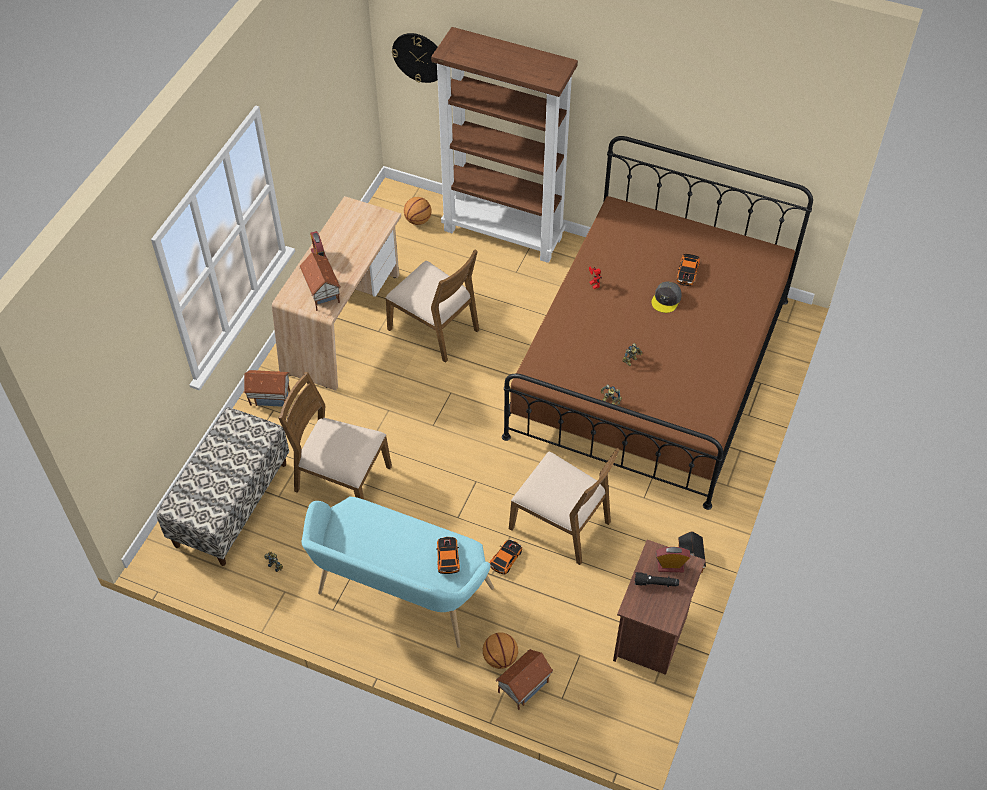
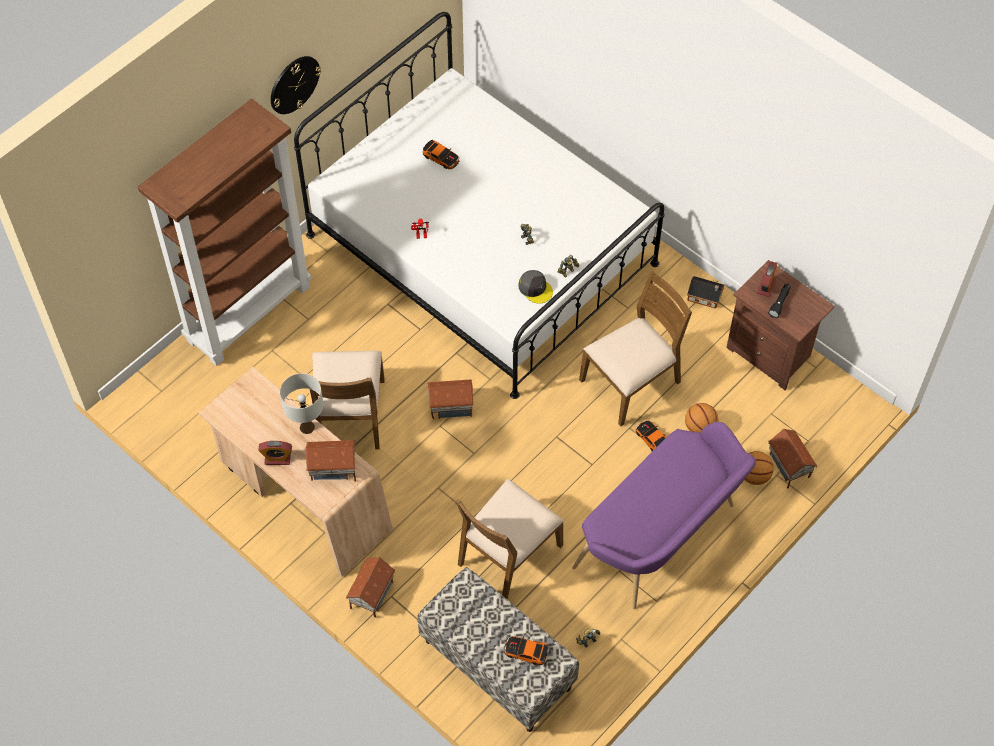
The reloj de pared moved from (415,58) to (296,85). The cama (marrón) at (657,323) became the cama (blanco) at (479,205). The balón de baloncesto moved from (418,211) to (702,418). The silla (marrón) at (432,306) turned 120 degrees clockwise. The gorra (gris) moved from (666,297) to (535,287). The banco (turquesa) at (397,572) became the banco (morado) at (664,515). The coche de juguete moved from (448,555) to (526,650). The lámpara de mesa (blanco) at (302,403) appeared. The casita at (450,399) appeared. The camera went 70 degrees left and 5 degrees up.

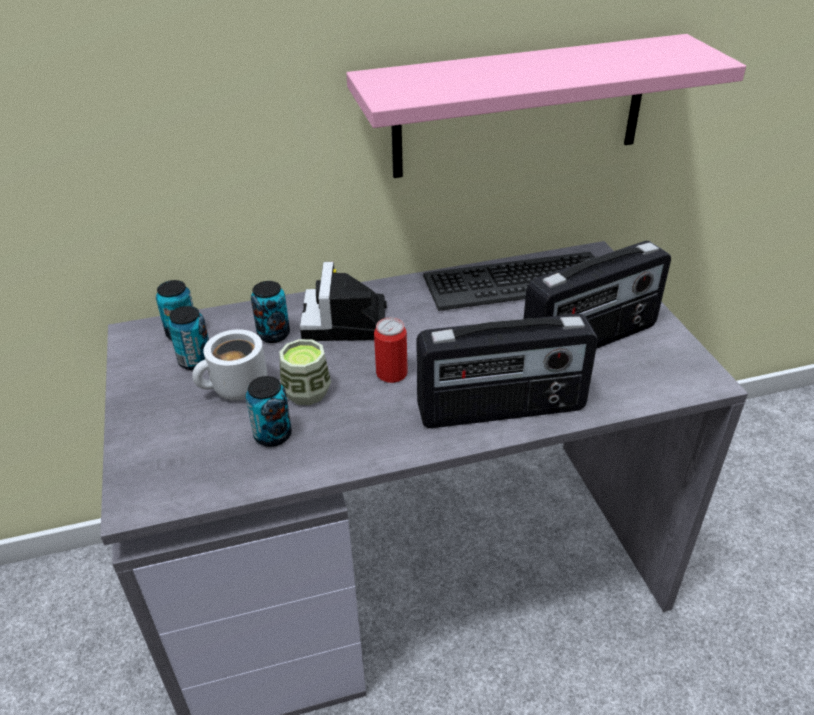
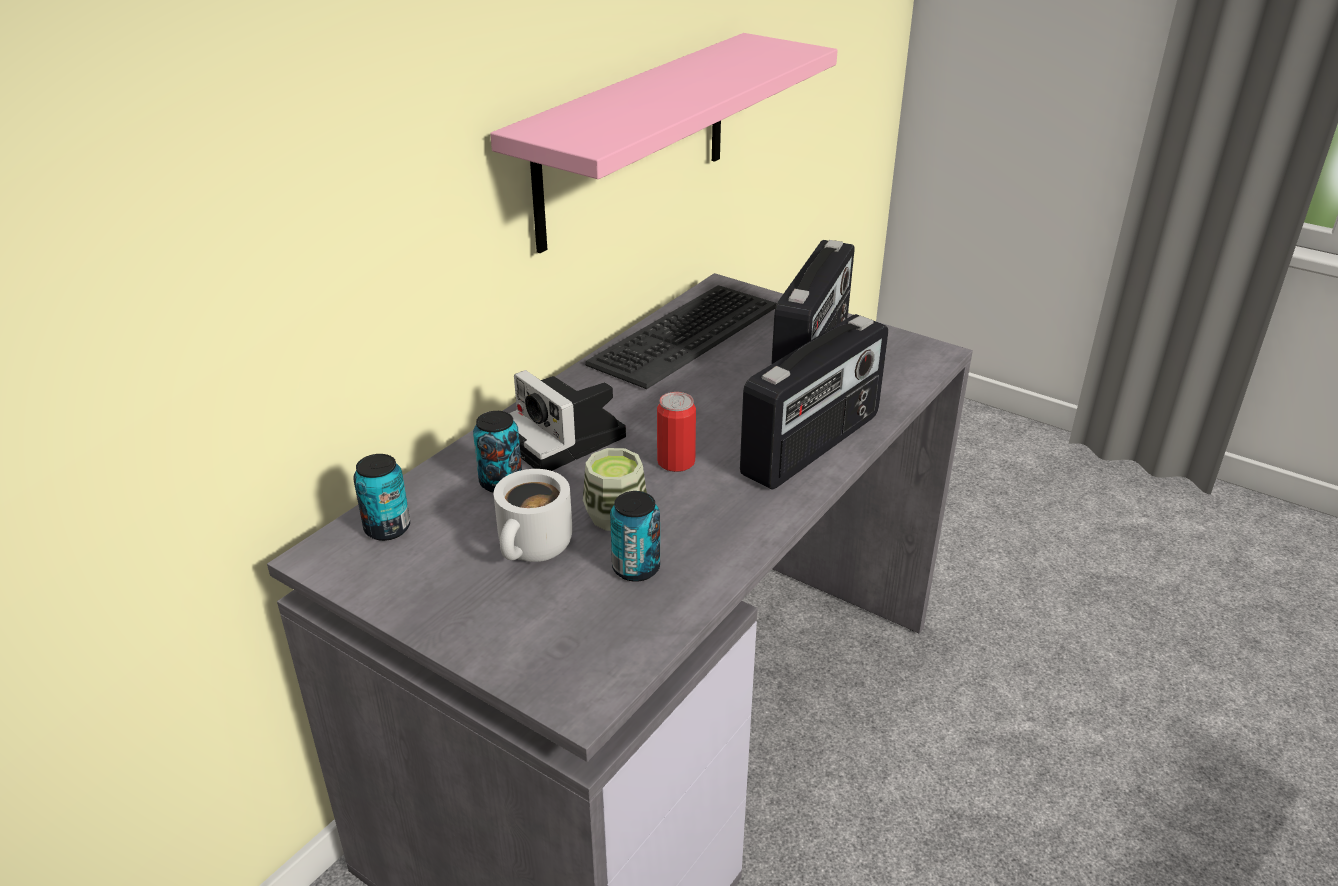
The lata at (188,338) disappeared. The camera went 40 degrees left and 5 degrees down.

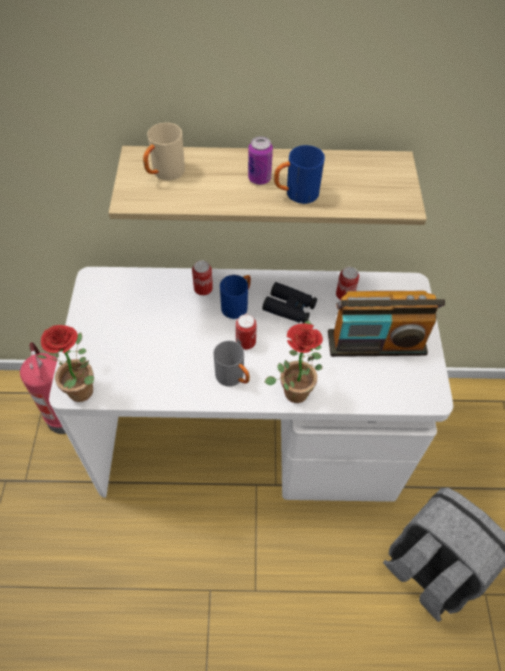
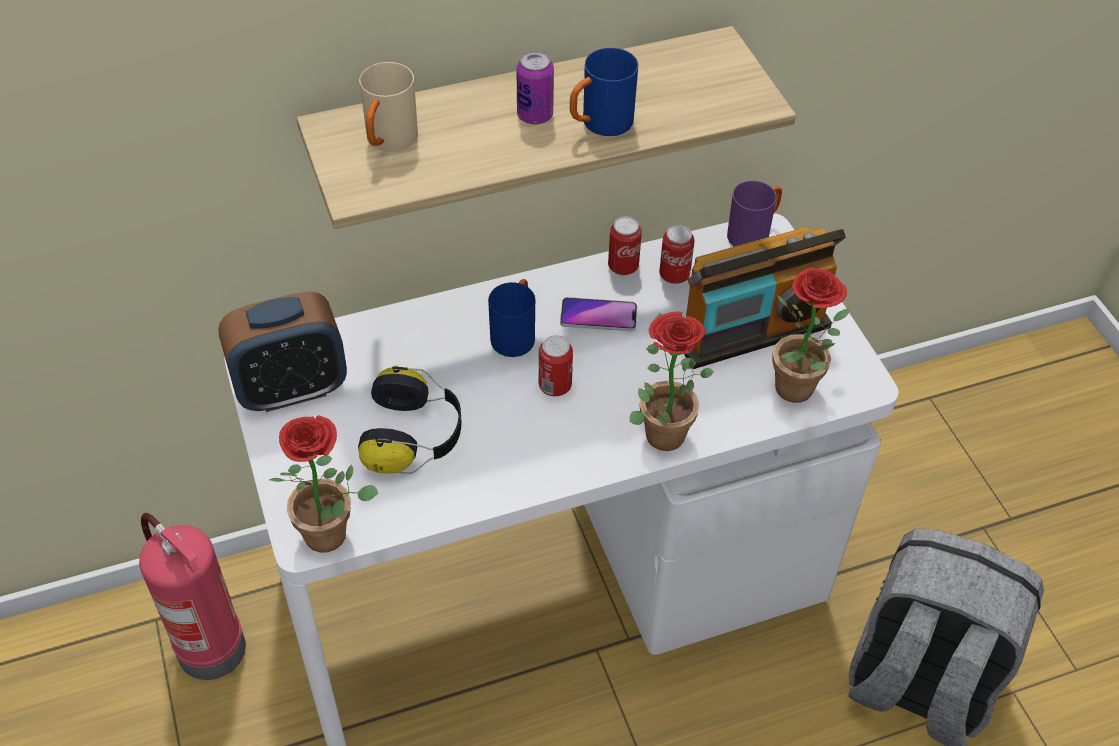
The lata moved from (202,278) to (625,246). The prismáticos (negro) at (289,303) was replaced by the móvil at (598,314). The taza grande (gris) at (232,363) disappeared. The taza grande (morado) at (754,214) appeared. The planta en maceta at (810,335) appeared. The despertador at (282,351) appeared. The auriculares at (410,420) appeared. The camera went 20 degrees left and 5 degrees down.

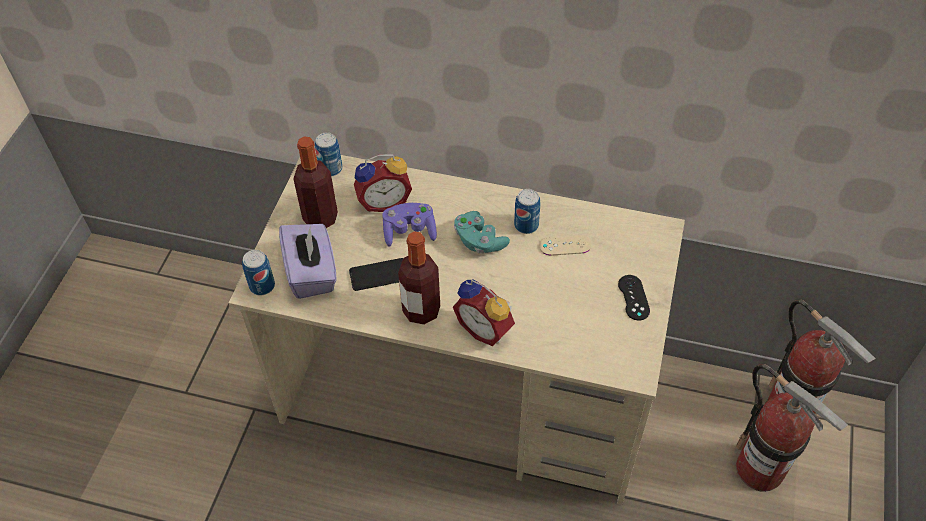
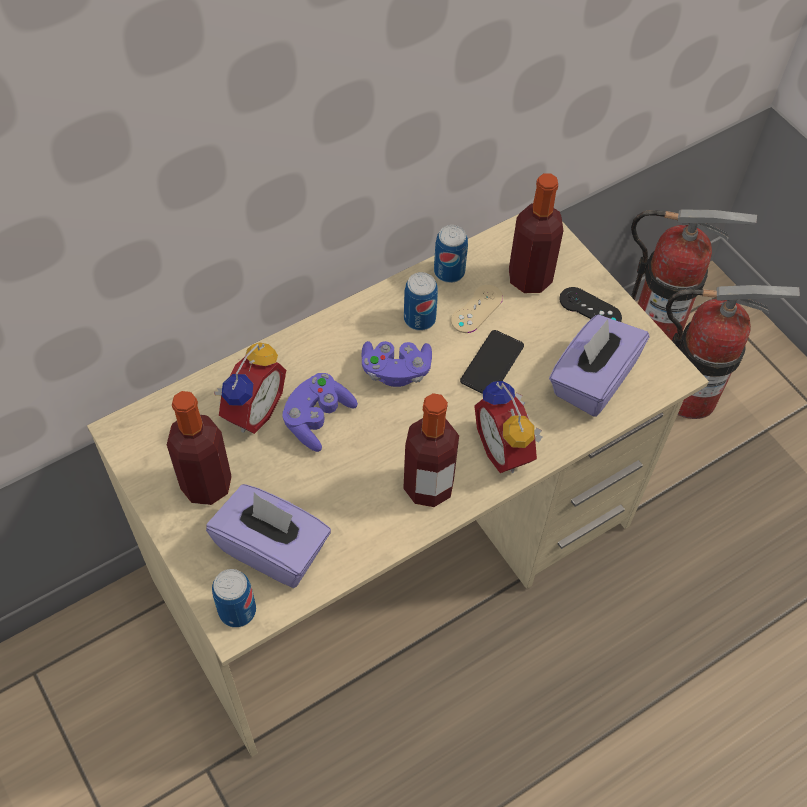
The lata moved from (329,155) to (451,254). The mando de consola (turquesa) at (482,232) became the mando de consola (morado) at (397,364). The móvil moved from (376,274) to (492,362). The despertador at (484,313) turned 75 degrees clockwise. The botella at (536,233) appeared. The caja de pañuelos (morado) at (599,365) appeared. The camera went 50 degrees left and 5 degrees up.

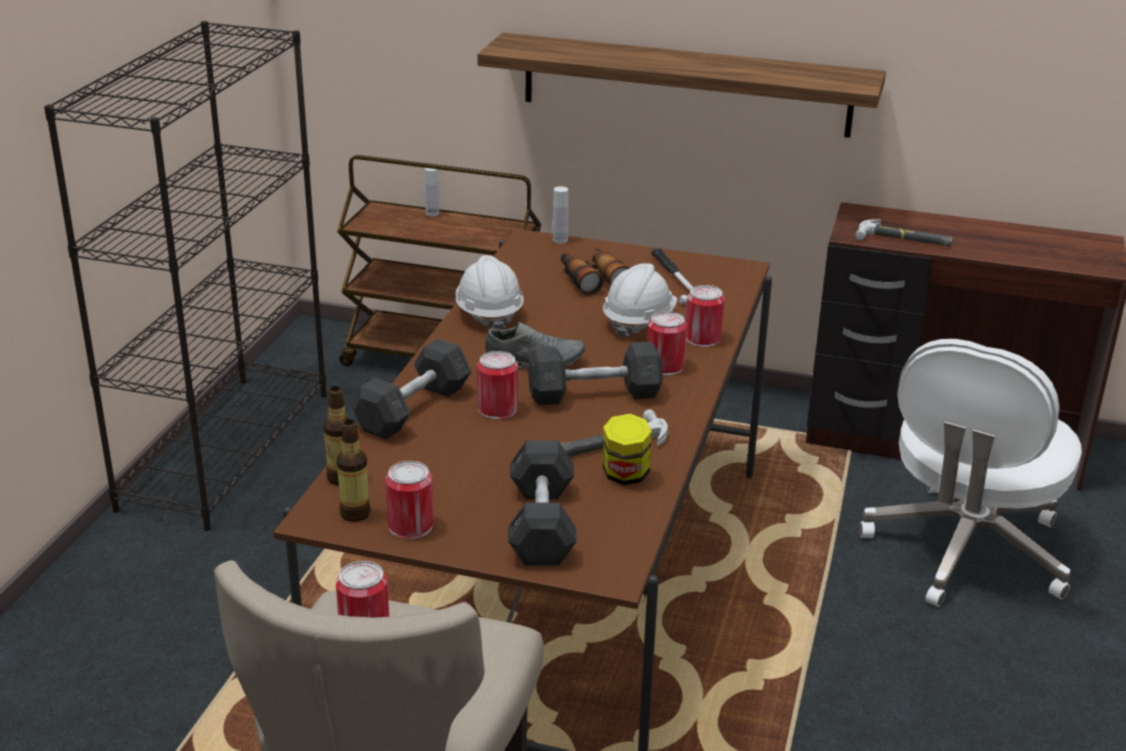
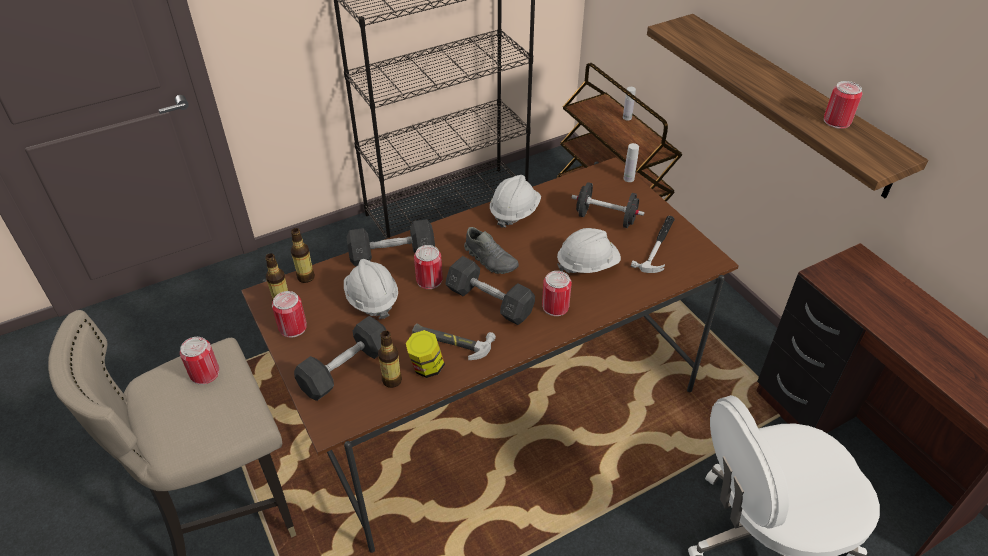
The martillo at (904,233) disappeared. The prismáticos at (595,272) was replaced by the mancuerna (negro) at (608,205). The lata moved from (705,316) to (843,105). The casco (blanco) at (371,289) appeared. The botella at (390,359) appeared. The camera went 45 degrees right and 15 degrees up.

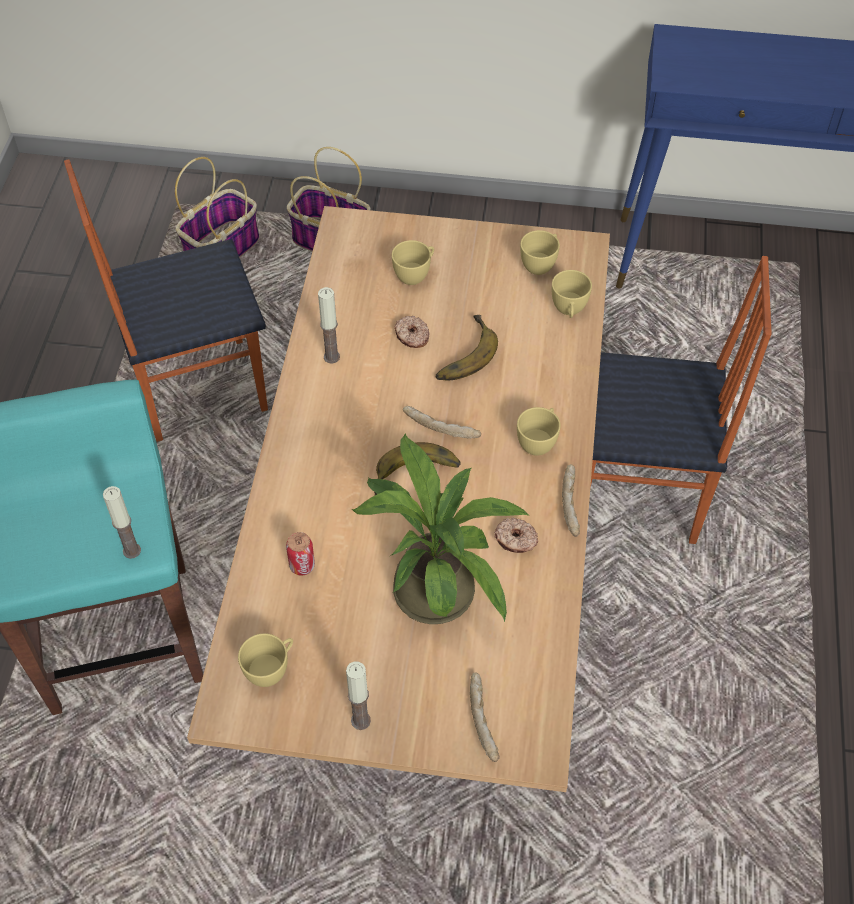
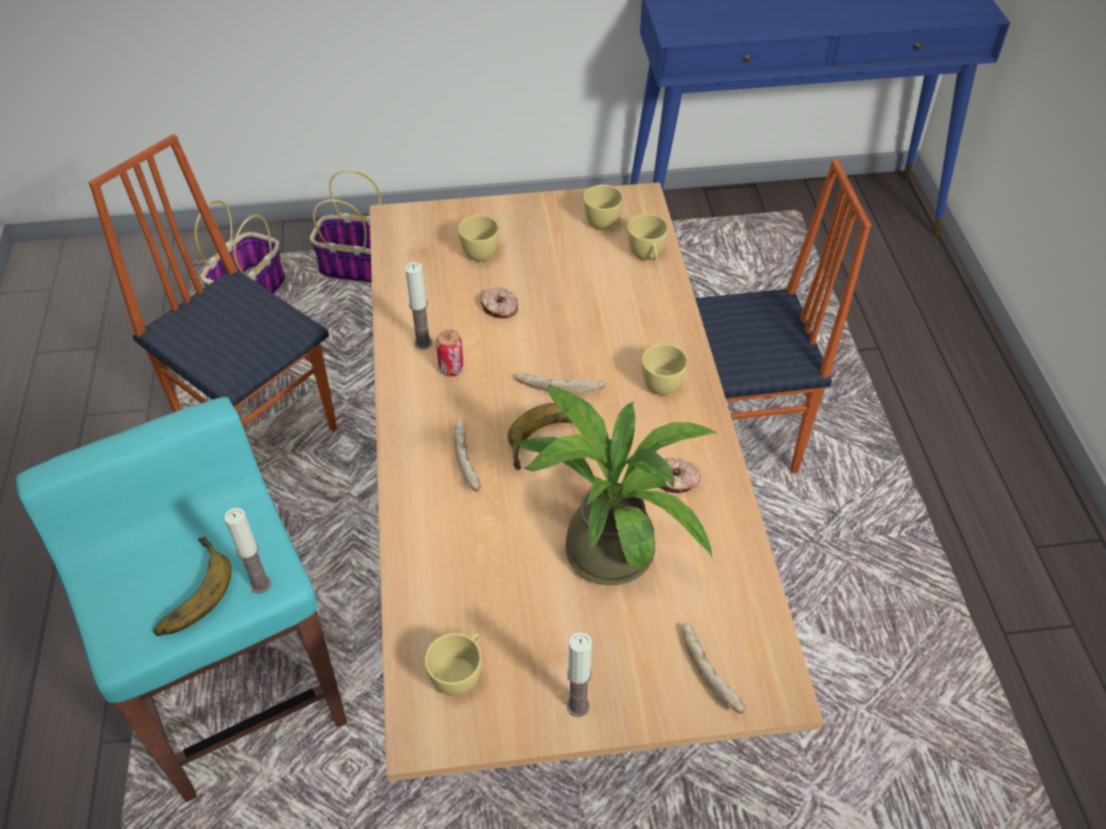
The silla at (166,300) turned 75 degrees clockwise. The plátano moved from (467,348) to (192,586). The pan moved from (571,500) to (467,456). The lata moved from (300,554) to (450,353). The camera went 15 degrees left and 5 degrees down.

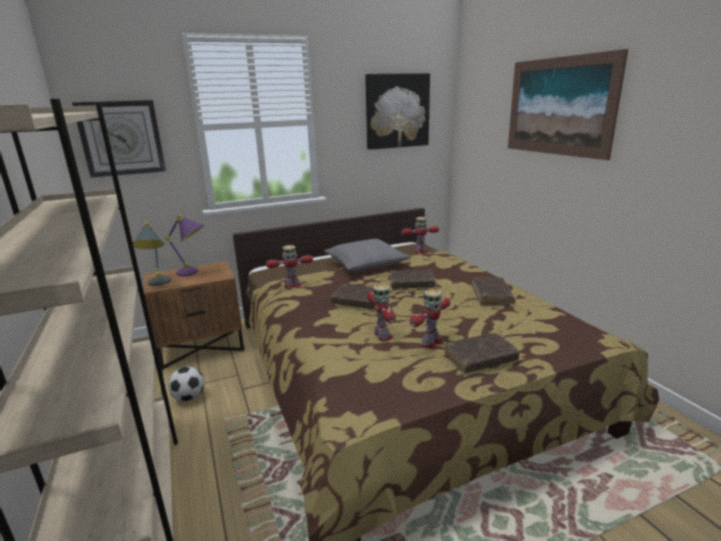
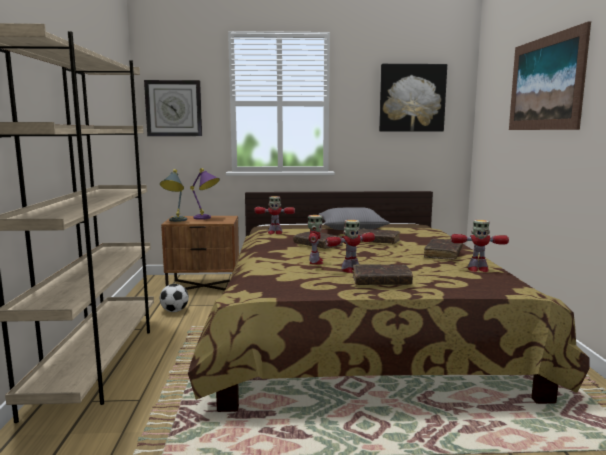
The robot de juguete moved from (420,235) to (480,246). The camera went 20 degrees right and 10 degrees down.

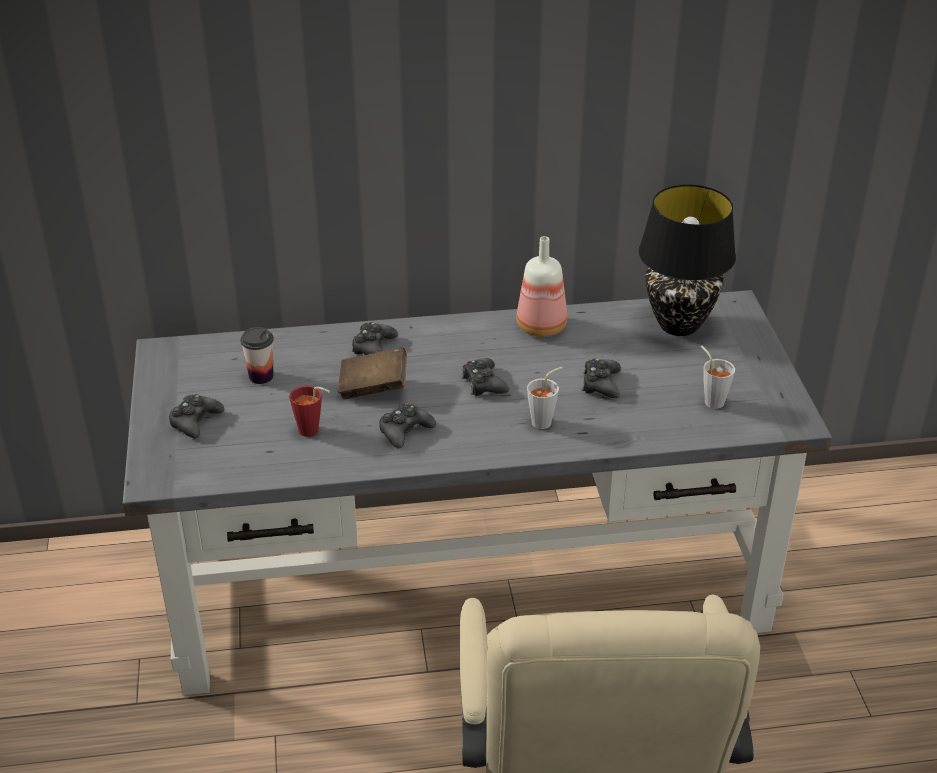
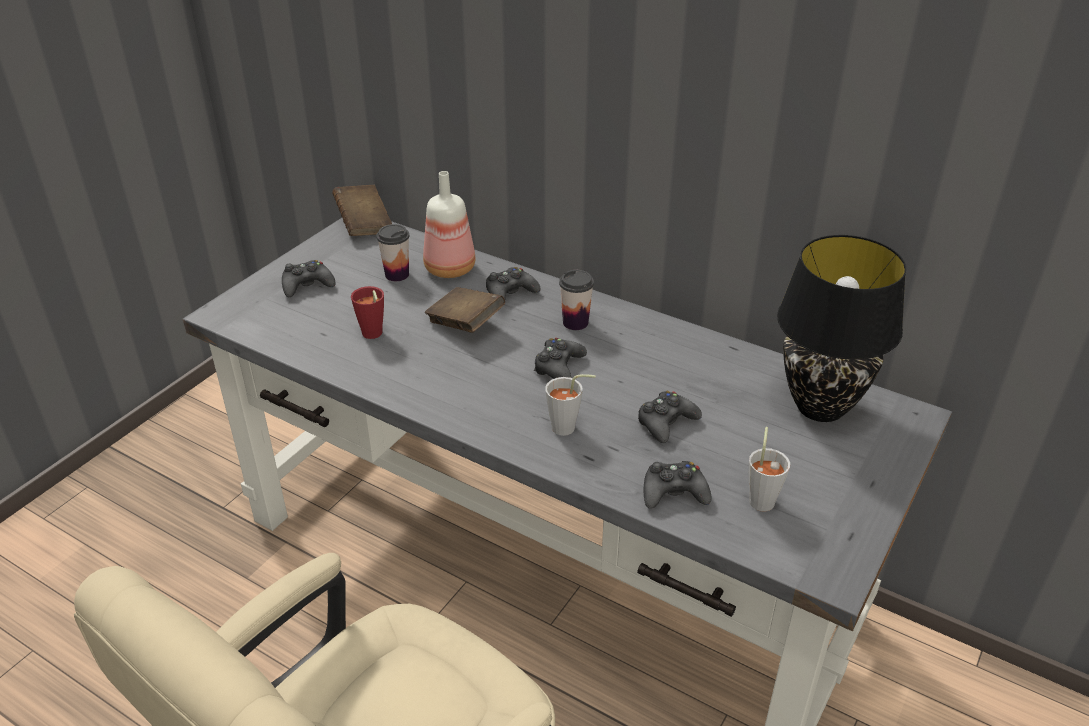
The botella moved from (542,286) to (449,224). The mando de consola (negro) moved from (407,426) to (677,485). The libro (marrón) at (362,210) appeared. The taza at (576,300) appeared. The camera went 40 degrees right and 0 degrees up.

